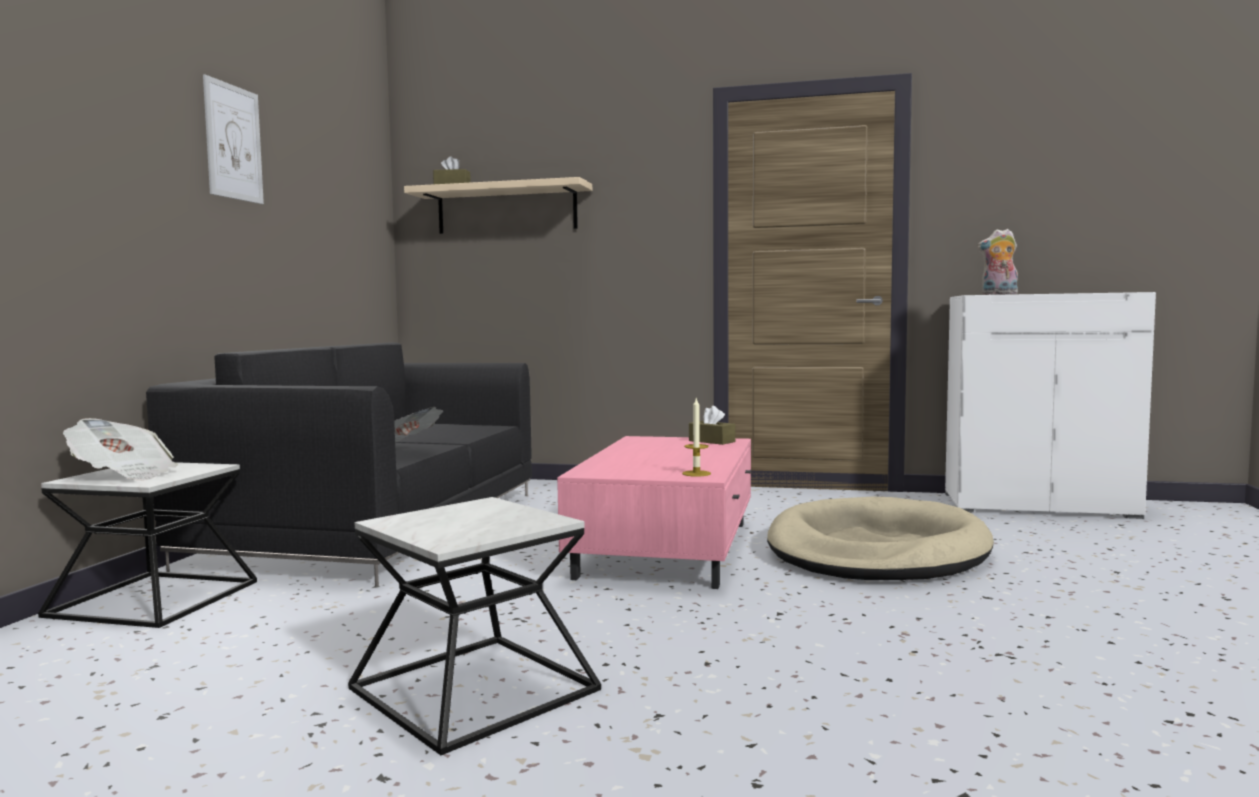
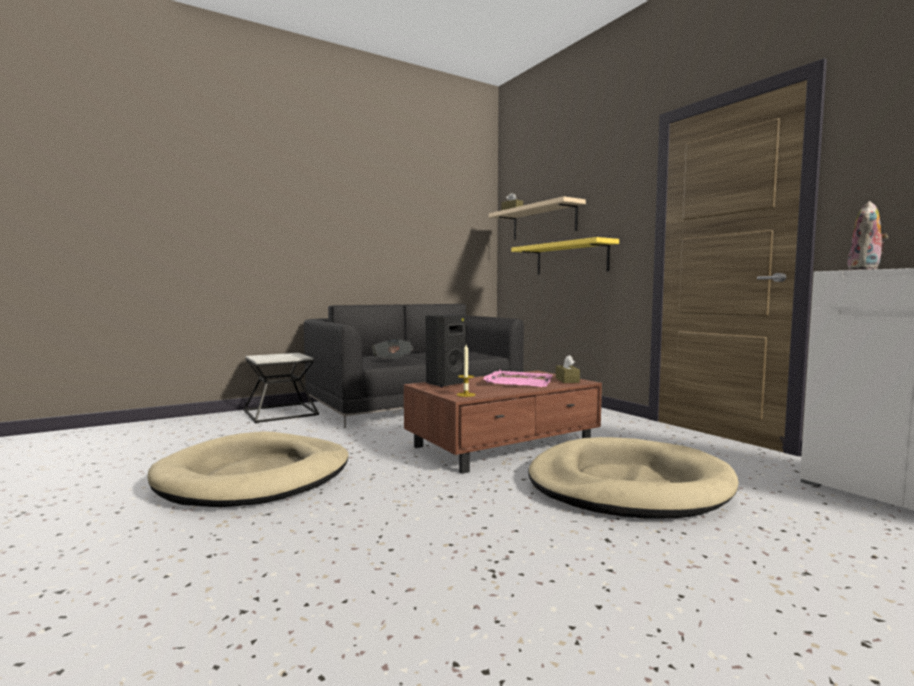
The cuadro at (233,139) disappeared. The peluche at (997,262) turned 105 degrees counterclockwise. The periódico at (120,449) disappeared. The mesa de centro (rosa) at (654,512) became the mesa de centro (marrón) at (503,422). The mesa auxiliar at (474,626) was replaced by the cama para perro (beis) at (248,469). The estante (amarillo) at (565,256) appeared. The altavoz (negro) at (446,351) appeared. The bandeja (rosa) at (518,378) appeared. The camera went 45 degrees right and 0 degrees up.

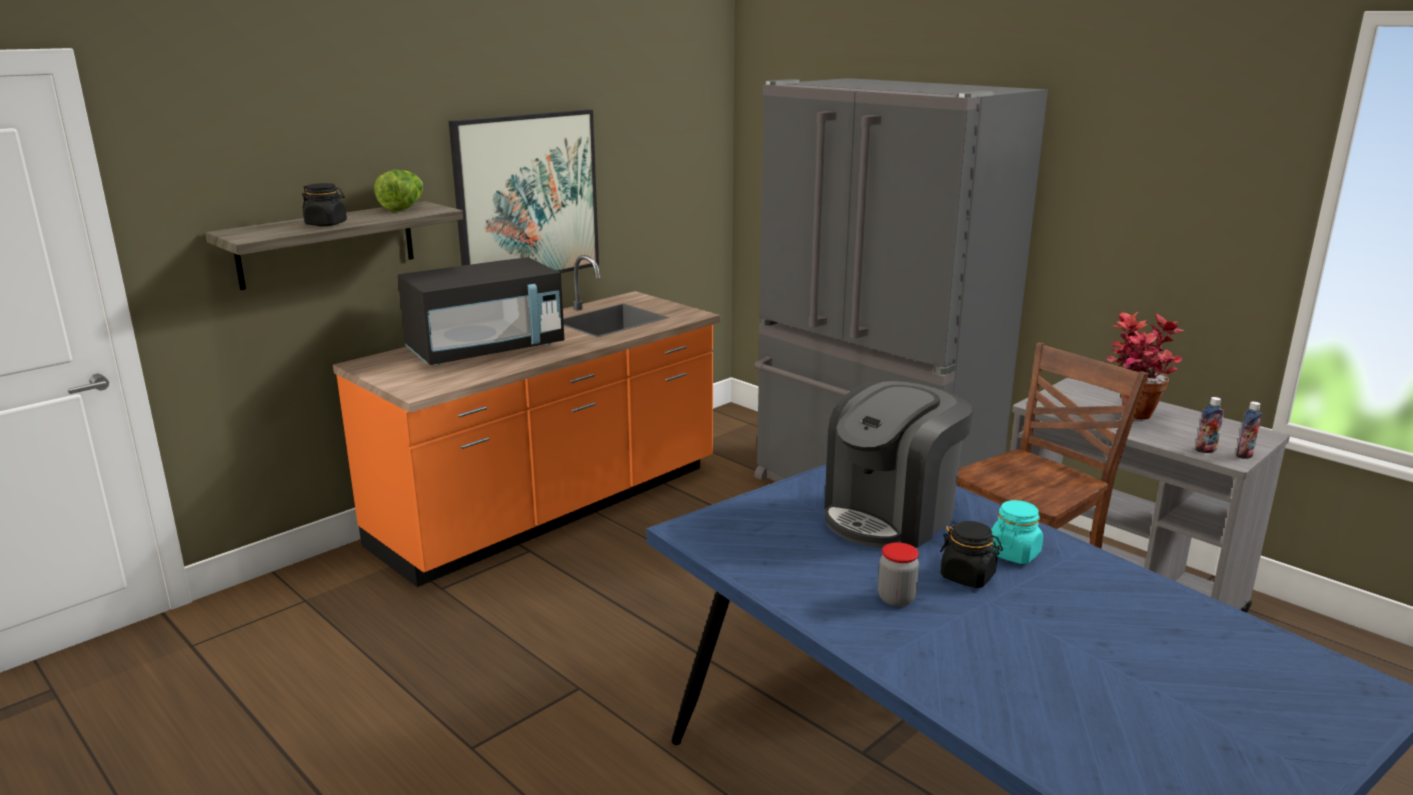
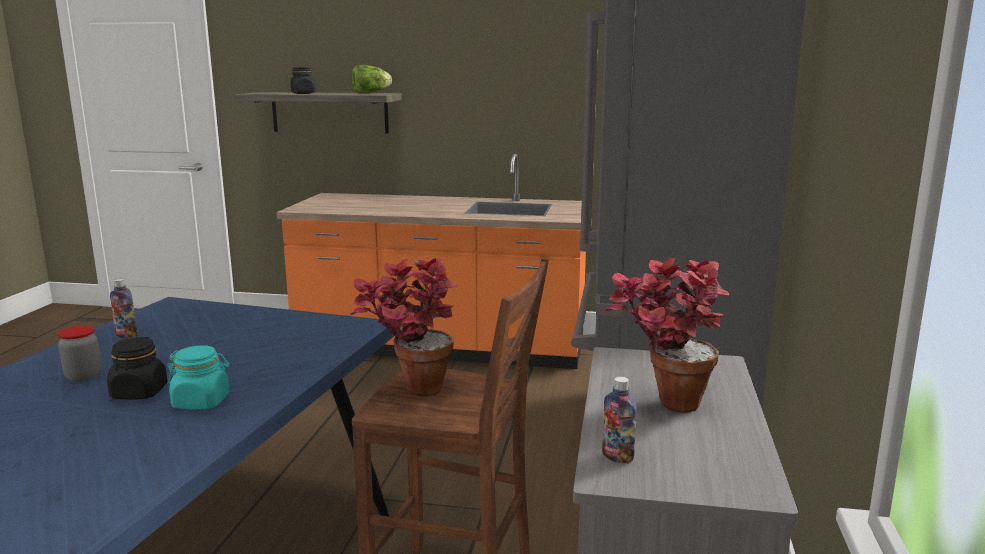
The cuadro at (524,191) disappeared. The microondas (negro) at (481,311) disappeared. The cafetera at (899,464) disappeared. The botella moved from (1249,430) to (123,308). The planta en maceta at (404,327) appeared. The camera went 55 degrees right and 5 degrees down.

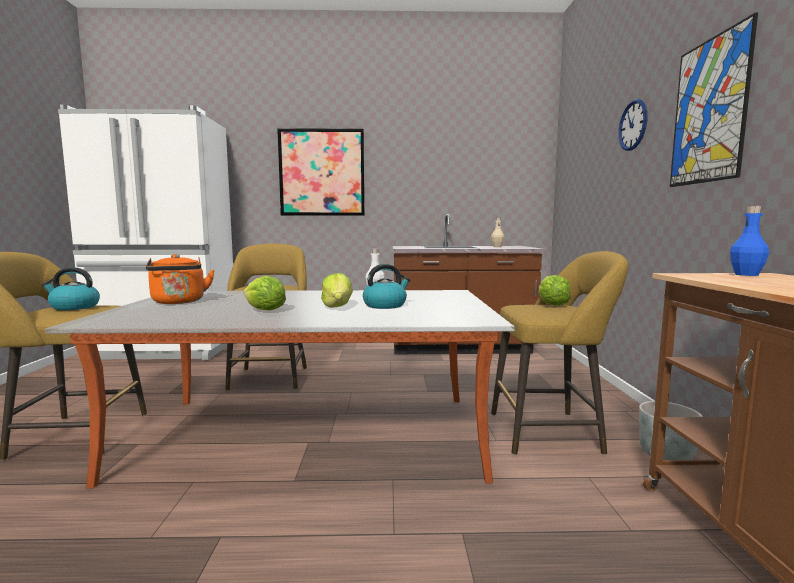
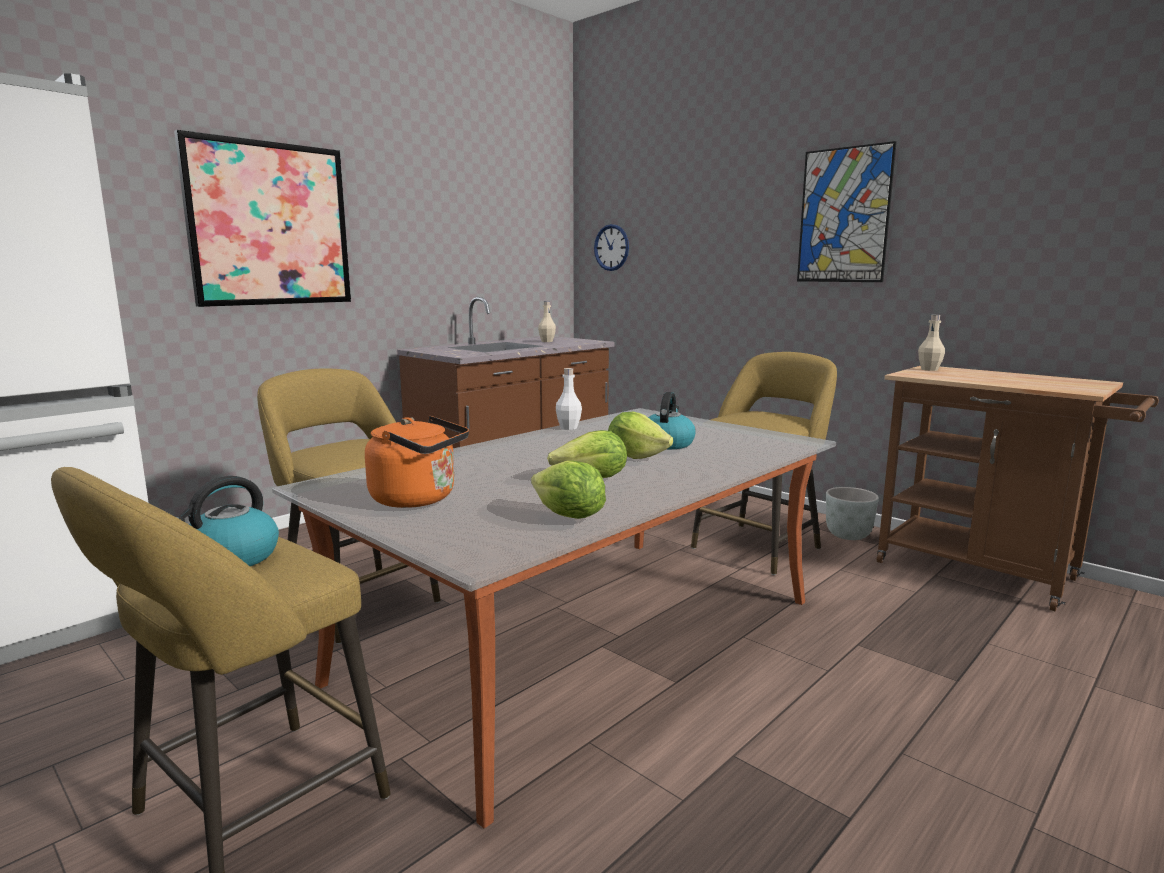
The reloj de pared moved from (633,125) to (611,247). The botella (azul) at (749,241) became the botella (beis) at (931,343). The lechuga moved from (555,290) to (568,489). The camera went 45 degrees left and 5 degrees up.

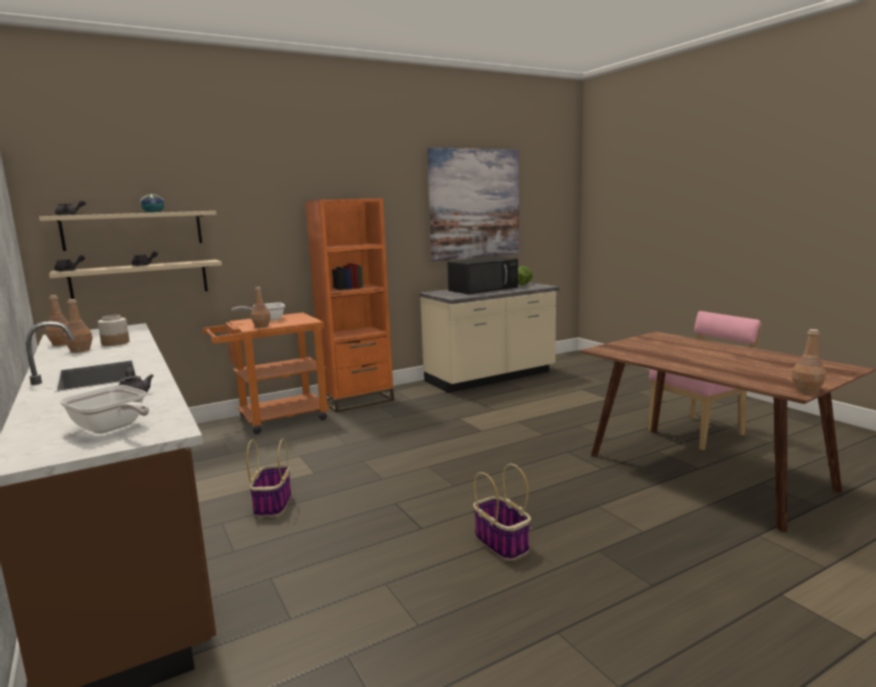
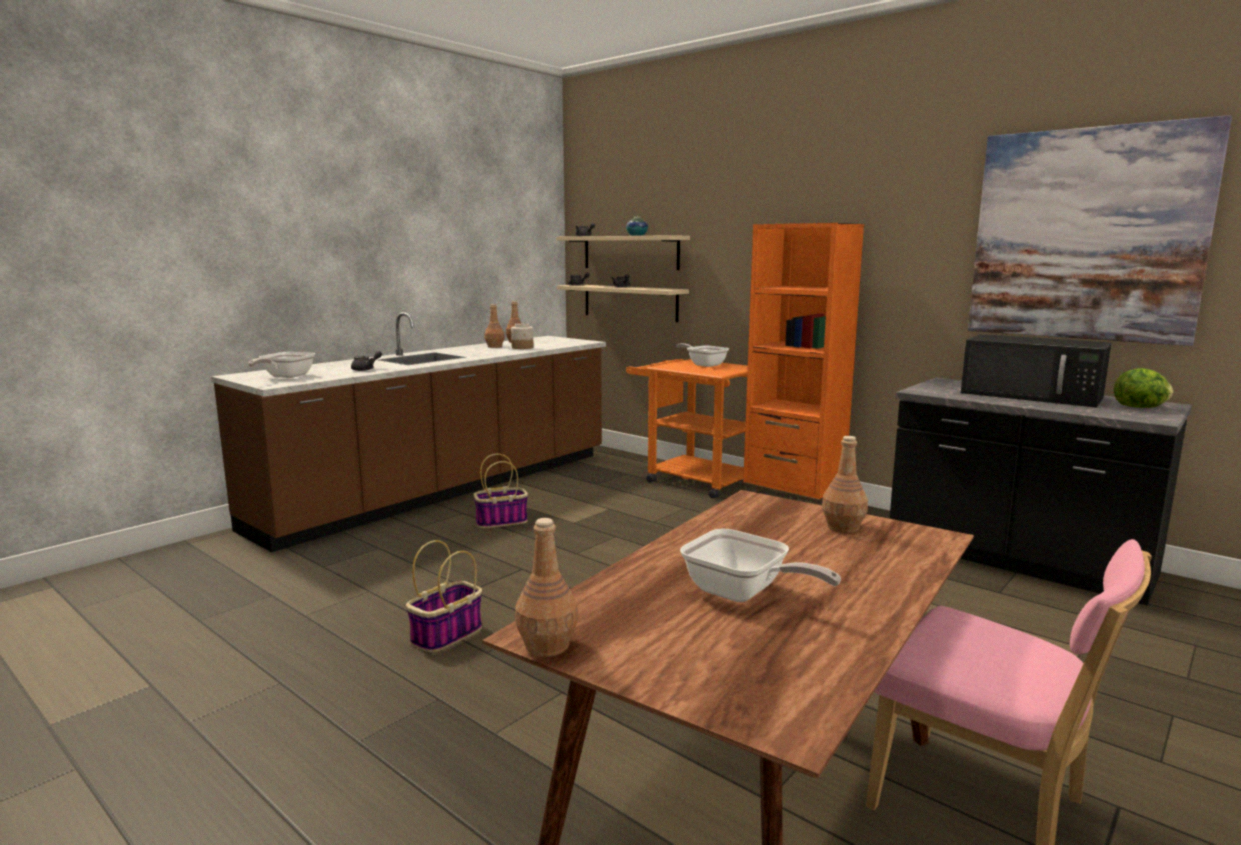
The mueble bajo de cocina (beis) at (490,337) became the mueble bajo de cocina (negro) at (1041,491). The botella (marrón) moved from (261,307) to (845,484). The sartén at (760,565) appeared. The camera went 70 degrees right and 0 degrees up.

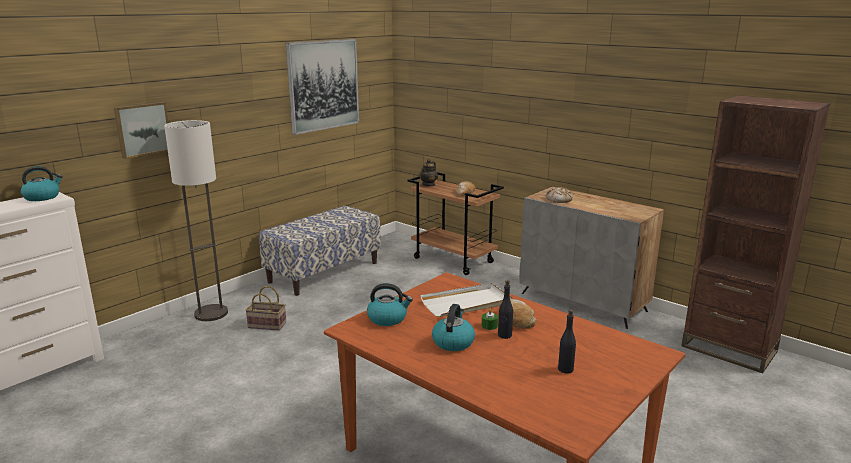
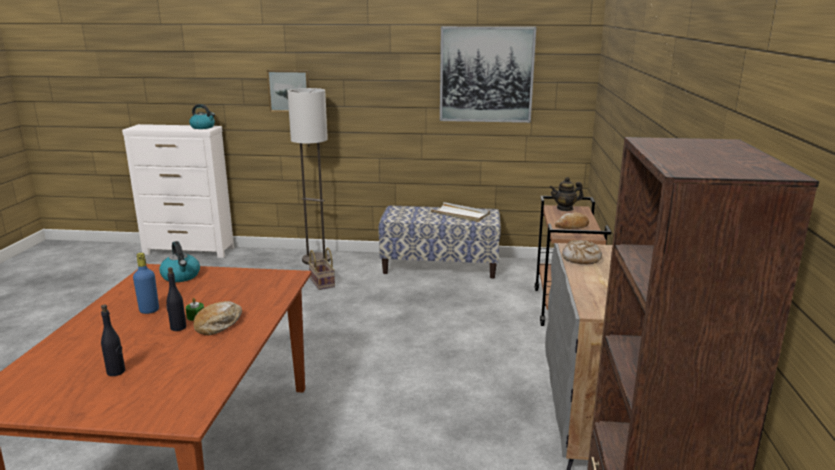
The bandeja (blanco) moved from (466,300) to (460,212). The hervidor at (453,327) was replaced by the botella (azul) at (146,283). The camera went 55 degrees right and 0 degrees up.

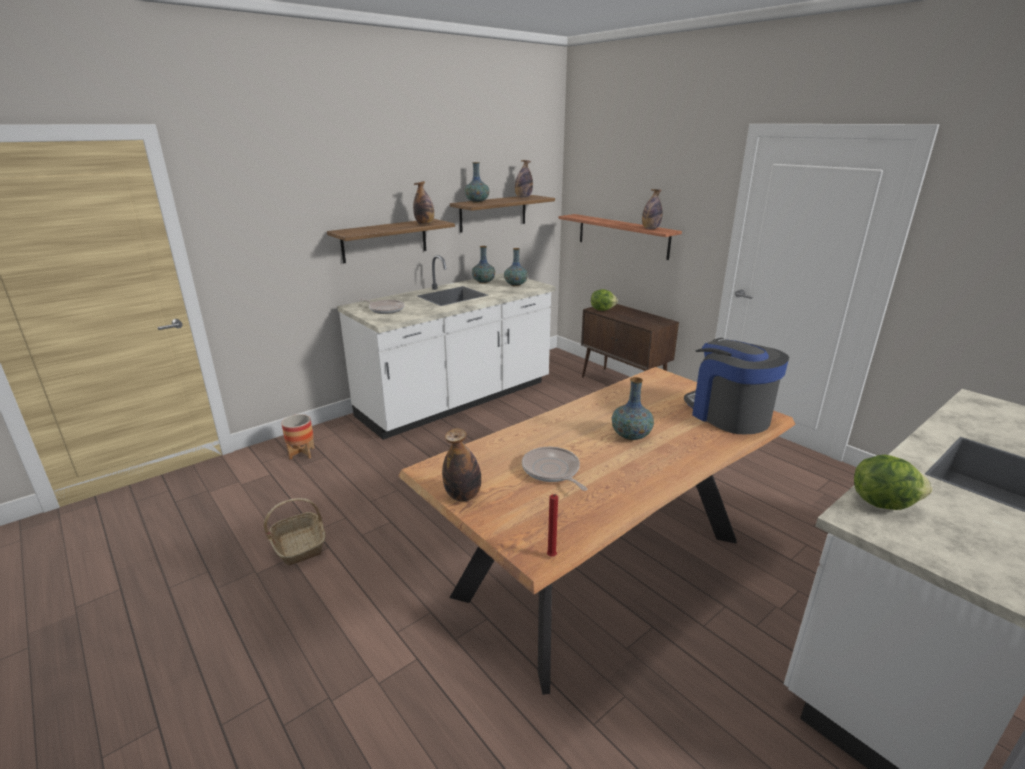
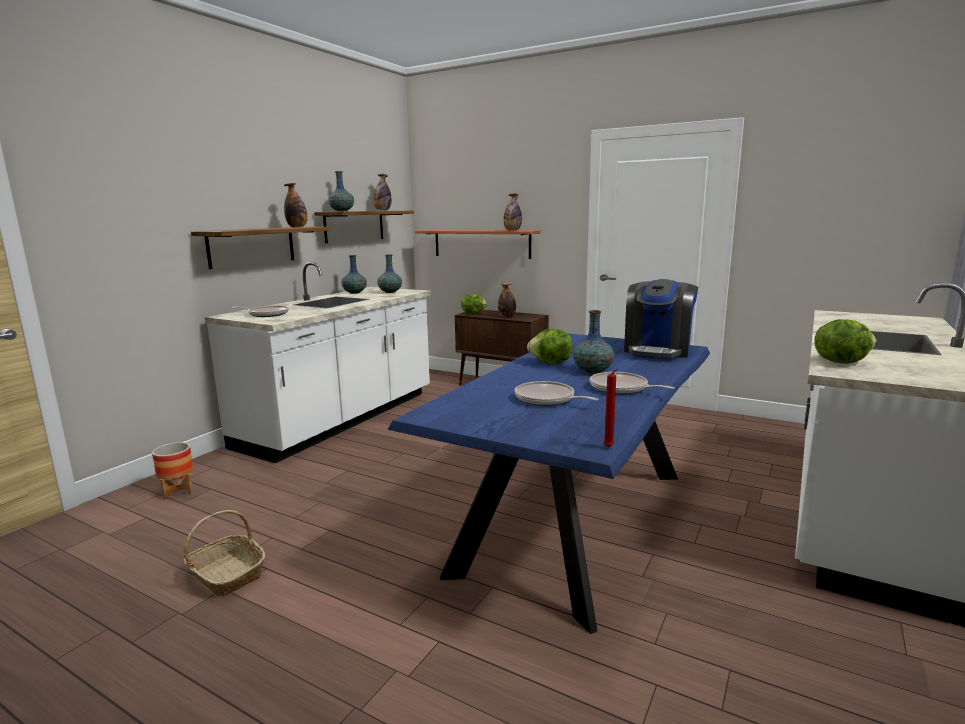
The cafetera at (736,386) turned 105 degrees counterclockwise. The mesa de comedor (marrón) at (596,531) became the mesa de comedor (azul) at (549,483). The botella moved from (461,465) to (507,300). The lechuga at (550,346) appeared. The sartén at (632,383) appeared. The camera went 20 degrees left and 10 degrees down.

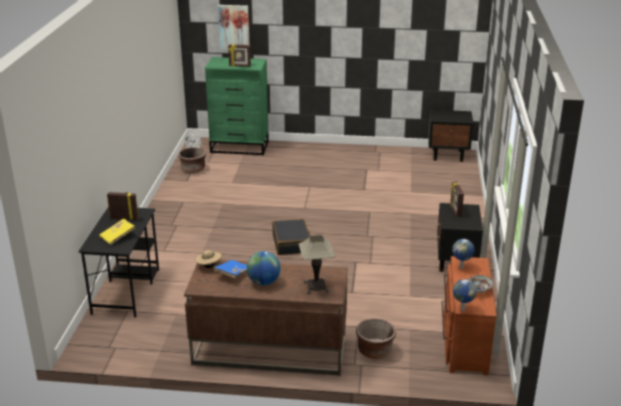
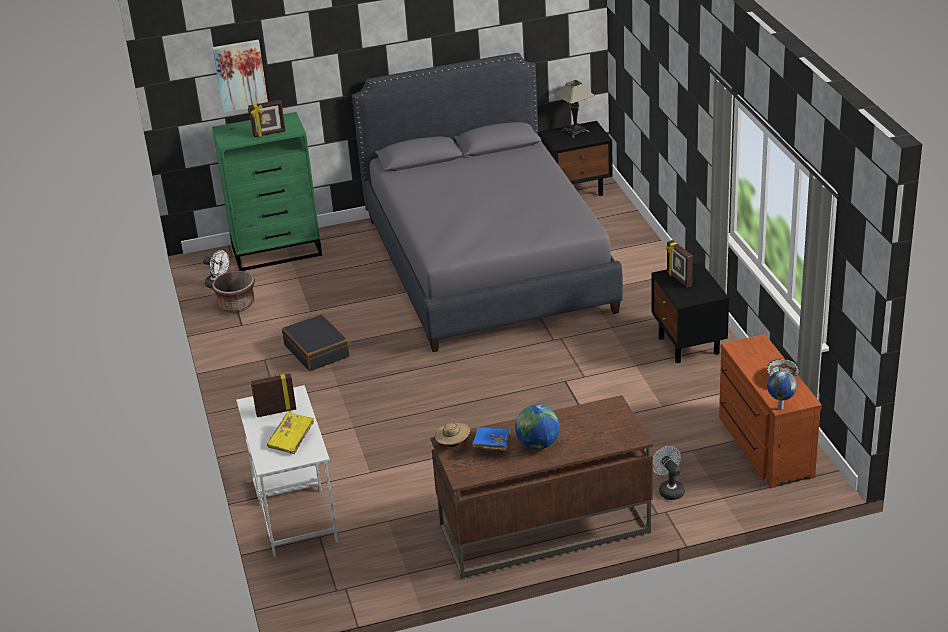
The escritorio (negro) at (118,262) became the escritorio (blanco) at (287,471). The maleta (negro) moved from (291,237) to (316,342). The lámpara de mesa moved from (317,264) to (575,109). The globo terráqueo at (463,254) disappeared. The maceta (marrón) at (376,339) was replaced by the ventilador (blanco) at (669,473). The cama (gris) at (487,202) appeared. The camera went 20 degrees left and 5 degrees up.

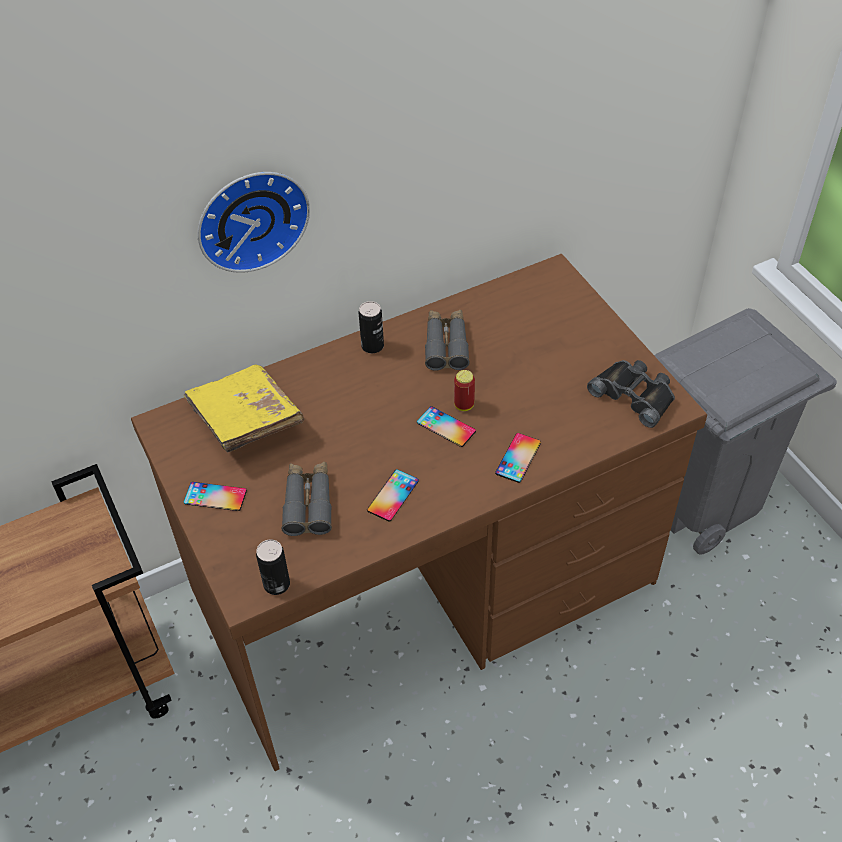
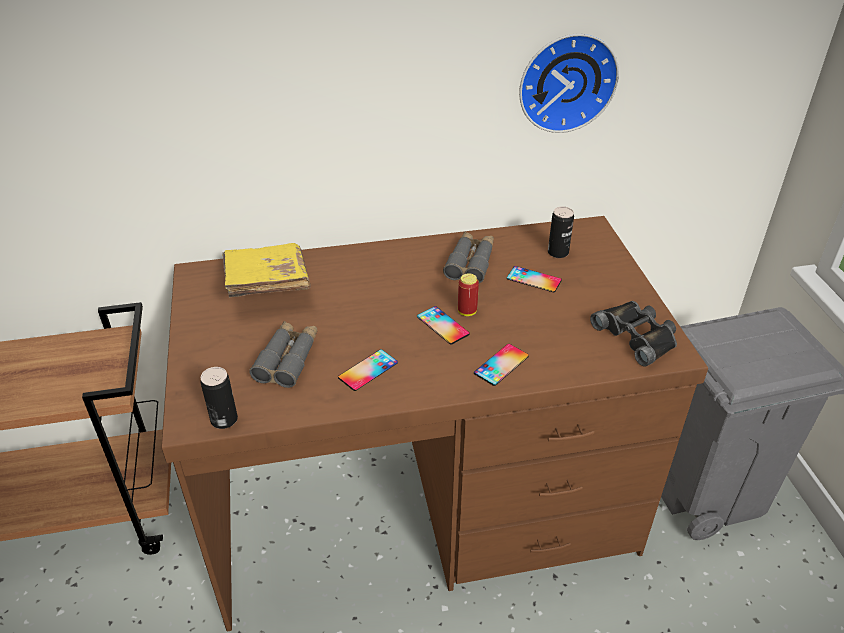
The reloj de pared moved from (253,222) to (569,83). The lata moved from (371,327) to (561,232). The móvil moved from (215,496) to (534,279). The camera went 15 degrees right and 10 degrees down.

